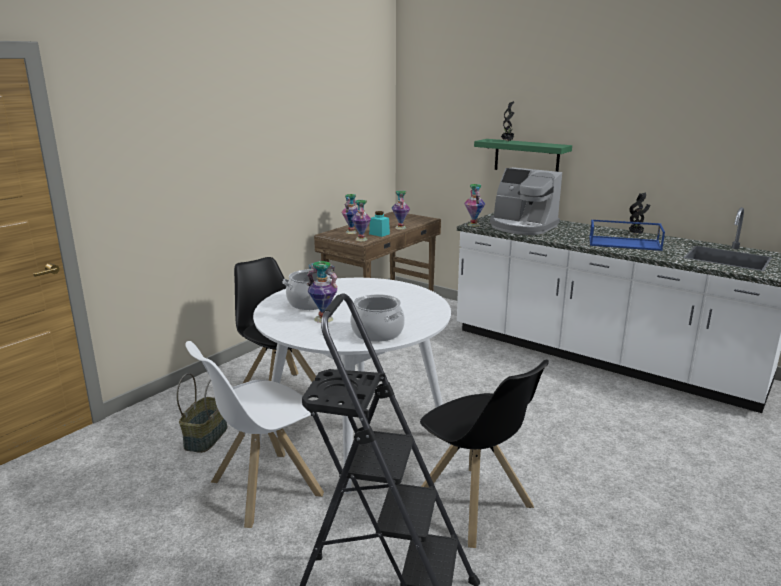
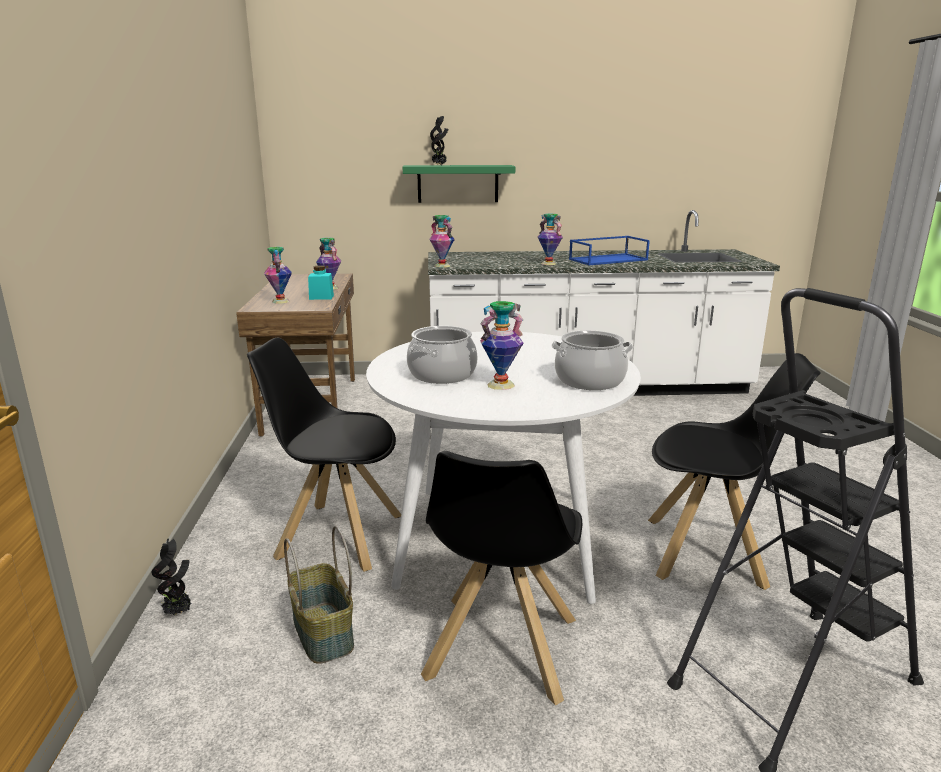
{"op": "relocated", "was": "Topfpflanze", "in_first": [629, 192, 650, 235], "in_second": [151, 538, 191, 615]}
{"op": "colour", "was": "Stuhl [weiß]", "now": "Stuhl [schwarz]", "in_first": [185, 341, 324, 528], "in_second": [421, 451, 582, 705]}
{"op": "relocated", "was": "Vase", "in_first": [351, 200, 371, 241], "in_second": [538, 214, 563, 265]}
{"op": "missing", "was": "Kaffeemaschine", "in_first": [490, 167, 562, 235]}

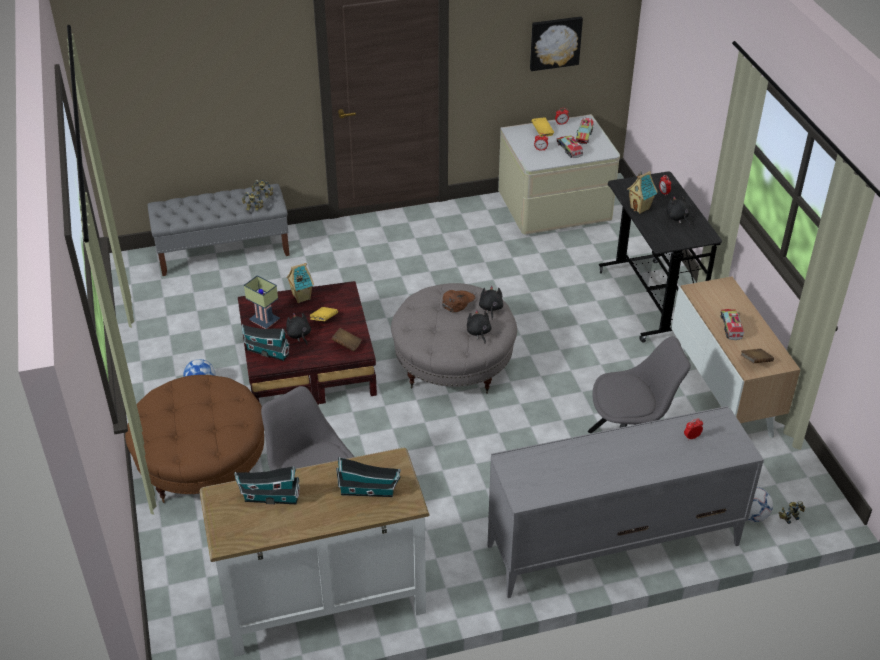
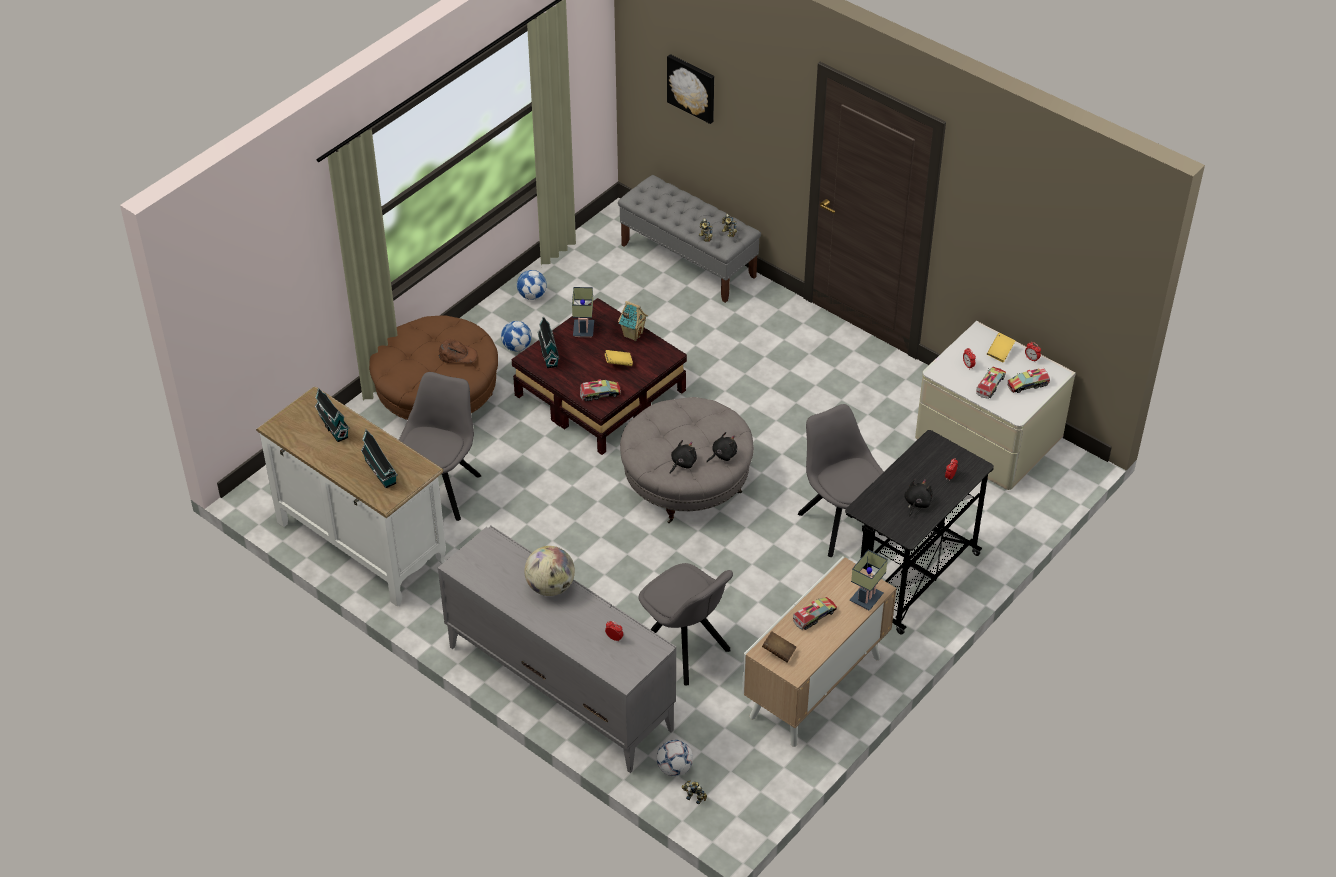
{"op": "relocated", "was": "Kappe [braun]", "in_first": [442, 290, 476, 313], "in_second": [439, 339, 477, 363]}
{"op": "appeared", "now": "Fußball", "in_second": [517, 270, 547, 300]}
{"op": "appeared", "now": "Globus", "in_second": [524, 546, 575, 596]}
{"op": "exchanged", "was": "Buch [braun]", "now": "Spielzeuglaster", "in_first": [332, 328, 362, 351], "in_second": [580, 379, 621, 401]}
{"op": "relocated", "was": "Bild", "in_first": [530, 17, 583, 71], "in_second": [667, 54, 714, 124]}
{"op": "appeared", "now": "Stuhl [grau]", "in_second": [798, 404, 884, 557]}
{"op": "appeared", "now": "Tischlampe", "in_second": [850, 550, 888, 611]}
{"op": "missing", "was": "Plüschtier [schwarz]", "in_first": [286, 313, 311, 345]}
{"op": "missing", "was": "Spielzeughaus", "in_first": [627, 171, 658, 214]}

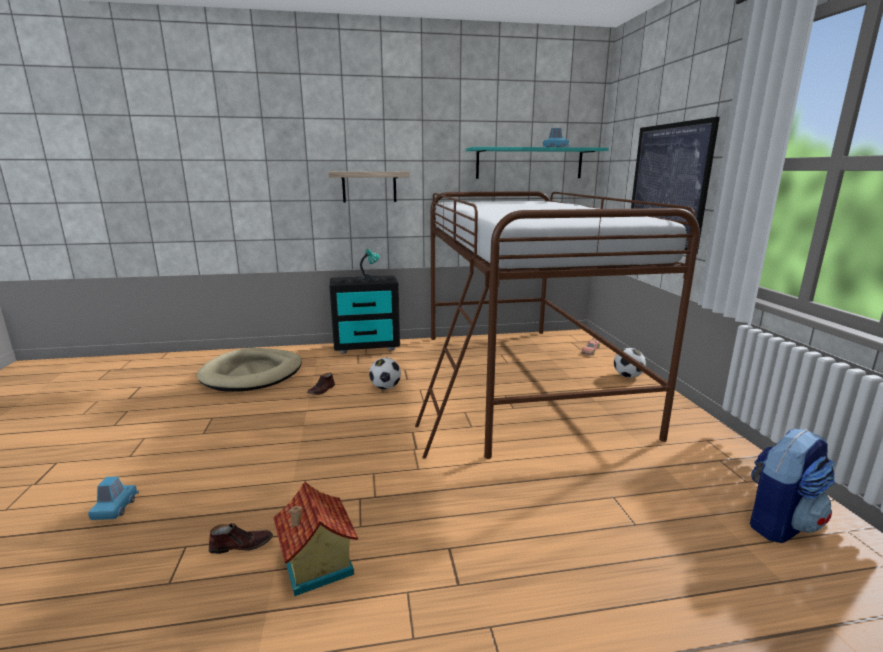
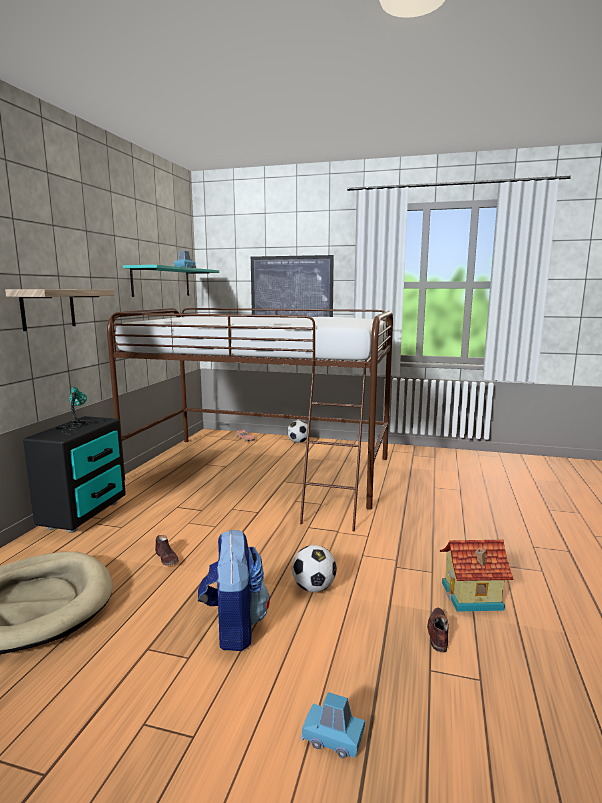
{"op": "relocated", "was": "Rucksack", "in_first": [750, 429, 835, 543], "in_second": [198, 530, 270, 651]}
{"op": "relocated", "was": "Fußball", "in_first": [369, 358, 401, 389], "in_second": [292, 545, 337, 592]}

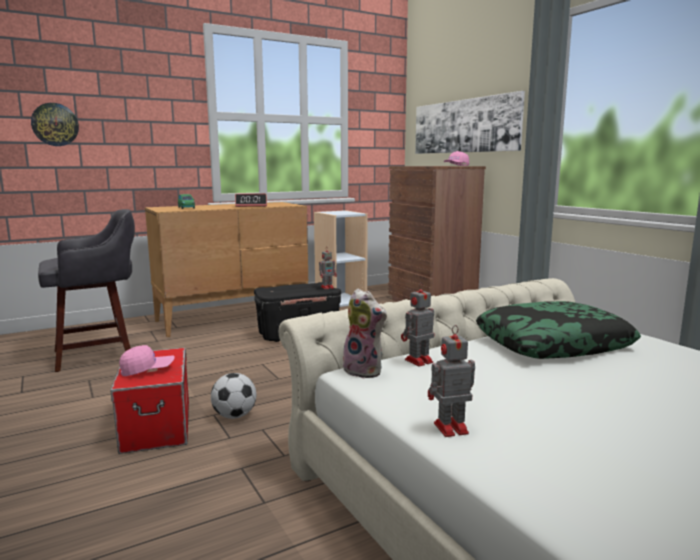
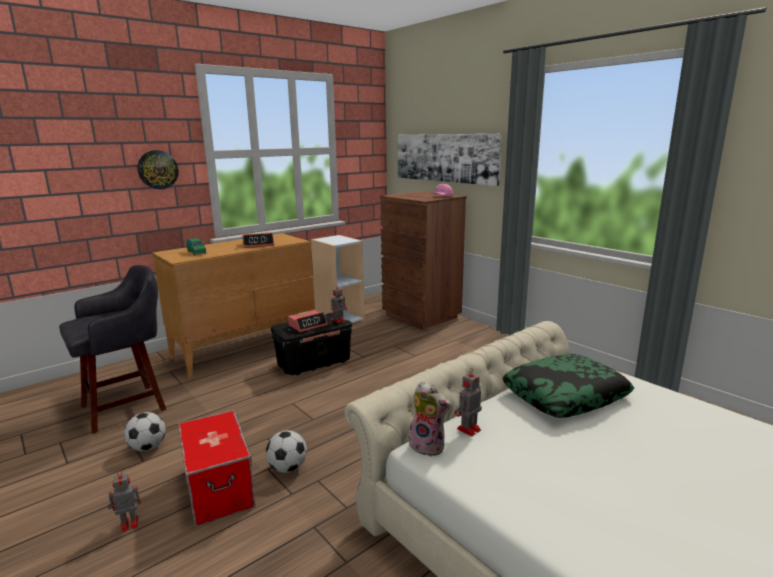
{"op": "relocated", "was": "Spielzeugroboter", "in_first": [428, 325, 475, 437], "in_second": [107, 471, 141, 532]}
{"op": "appeared", "now": "Fußball", "in_second": [124, 412, 166, 451]}
{"op": "relocated", "was": "Wanduhr", "in_first": [31, 103, 79, 146], "in_second": [138, 150, 179, 189]}
{"op": "appeared", "now": "Wecker", "in_second": [288, 310, 328, 332]}
{"op": "missing", "was": "Kappe [rosa]", "in_first": [119, 345, 175, 376]}

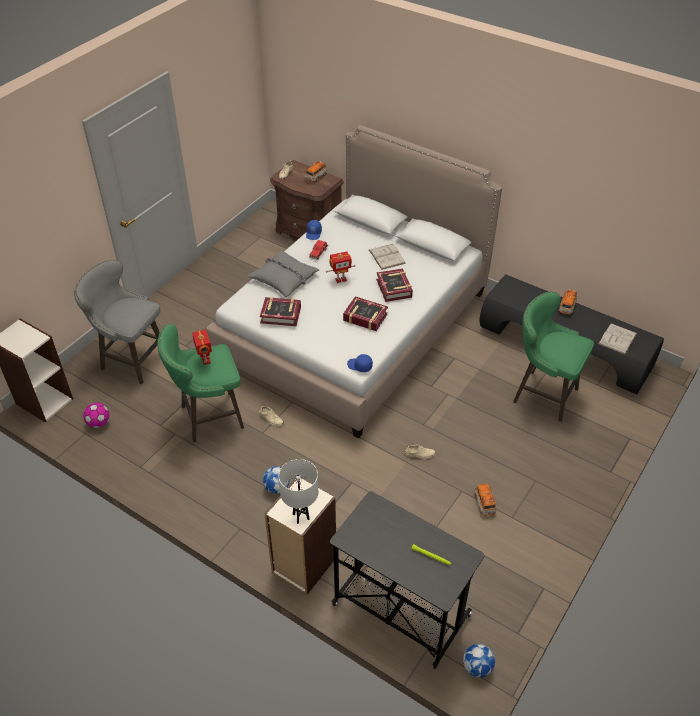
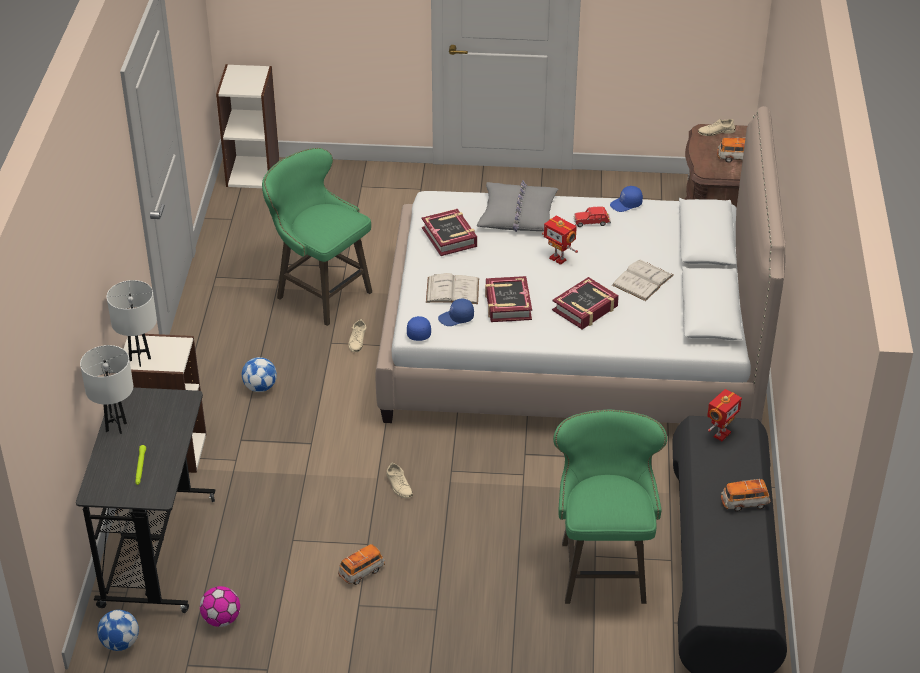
{"op": "appeared", "now": "Tischlampe [weiß]", "in_second": [80, 345, 133, 434]}
{"op": "relocated", "was": "Fußball", "in_first": [83, 403, 109, 428], "in_second": [200, 586, 240, 627]}
{"op": "relocated", "was": "Buch [weiß]", "in_first": [599, 323, 637, 354], "in_second": [426, 273, 479, 304]}
{"op": "appeared", "now": "Kappe [blau]", "in_second": [438, 298, 474, 326]}
{"op": "relocated", "was": "Spielzeugroboter", "in_first": [192, 330, 212, 365], "in_second": [707, 389, 742, 441]}
{"op": "missing", "was": "Hocker [grau]", "in_first": [74, 260, 161, 384]}

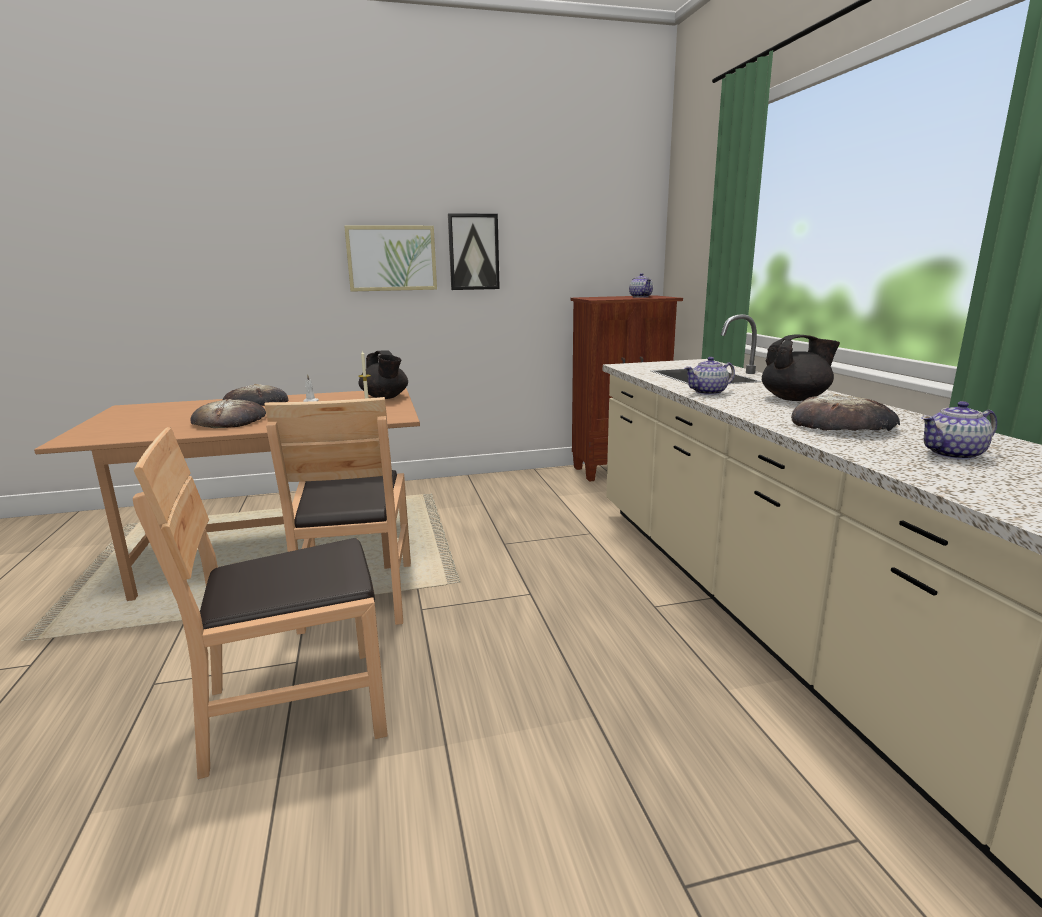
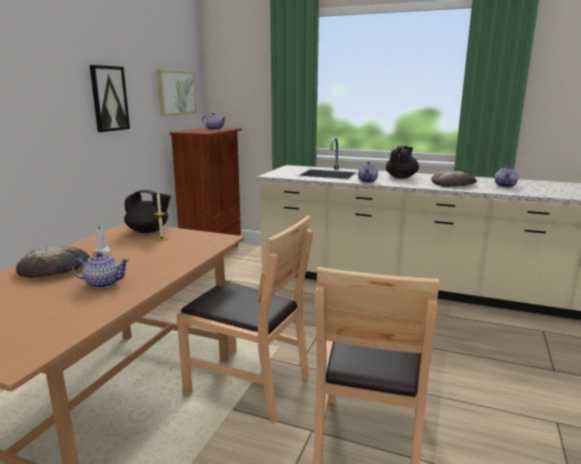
{"op": "exchanged", "was": "Brot", "now": "Teekanne", "in_first": [190, 399, 266, 428], "in_second": [71, 252, 130, 289]}
{"op": "relocated", "was": "Bild", "in_first": [344, 226, 437, 292], "in_second": [157, 69, 197, 116]}

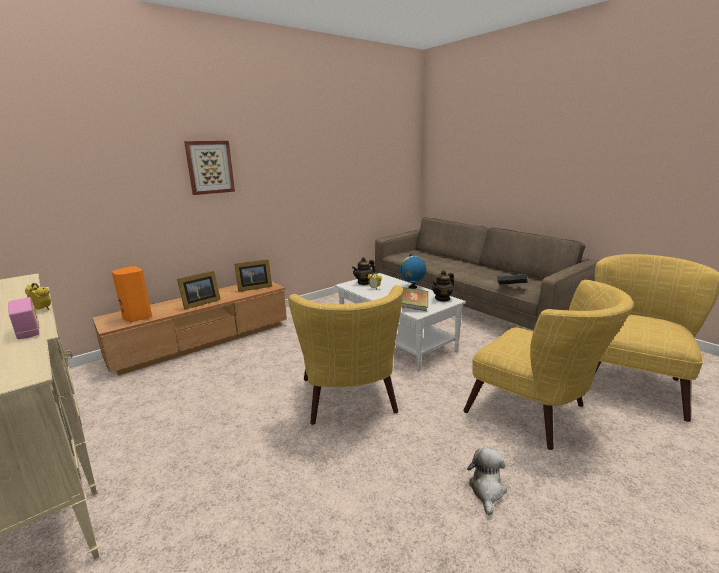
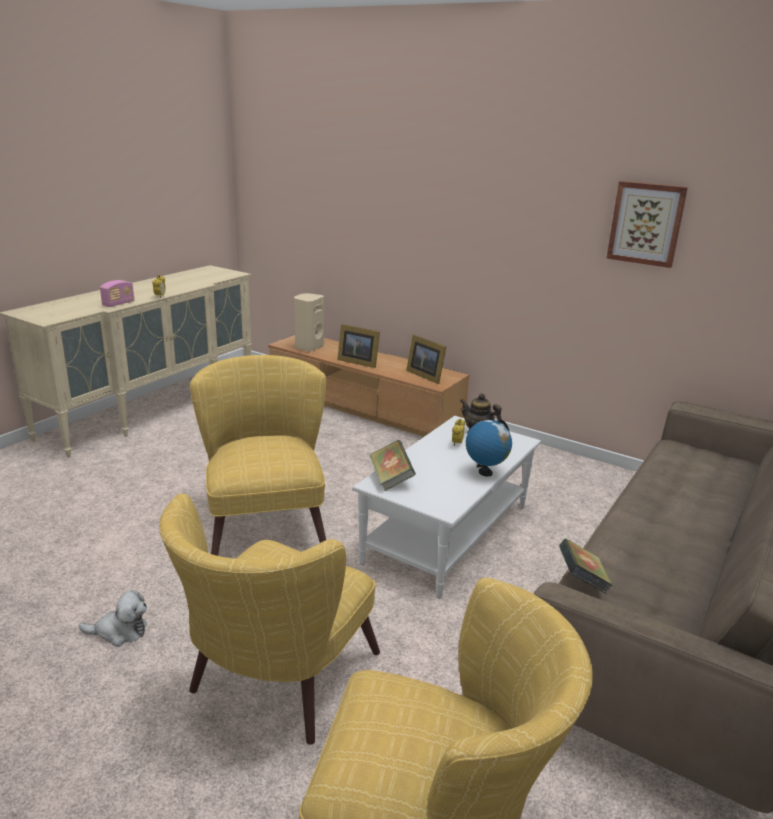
{"op": "spun", "was": "Sessel [gelb]", "in_first": [288, 285, 403, 425], "in_second": [190, 355, 326, 556], "clockwise": 105}
{"op": "colour", "was": "Lautsprecher [orange]", "now": "Lautsprecher [beige]", "in_first": [112, 266, 152, 322], "in_second": [294, 293, 324, 352]}
{"op": "relocated", "was": "Bild", "in_first": [184, 141, 235, 195], "in_second": [606, 181, 688, 268]}
{"op": "missing", "was": "Teekanne", "in_first": [432, 270, 454, 302]}

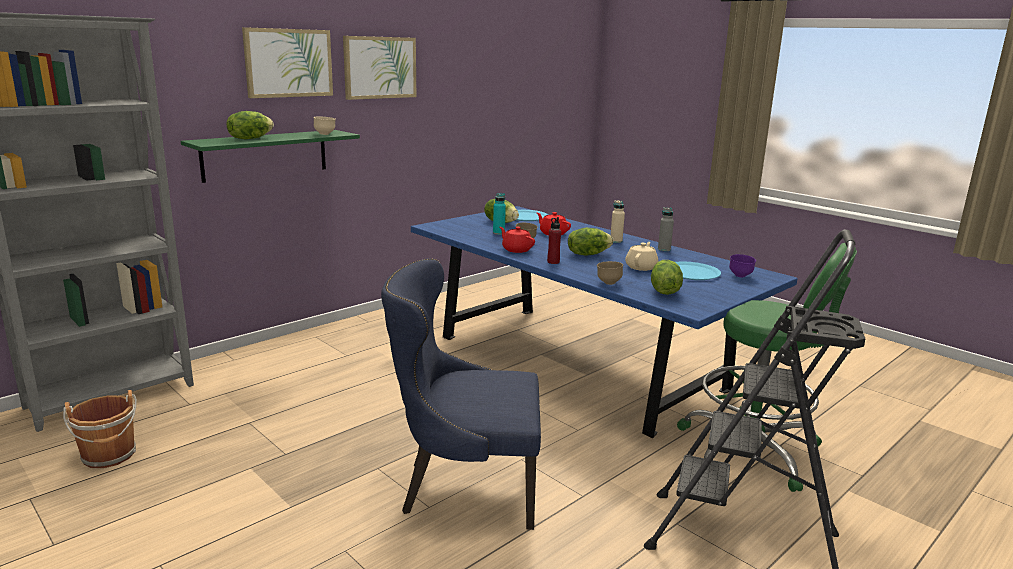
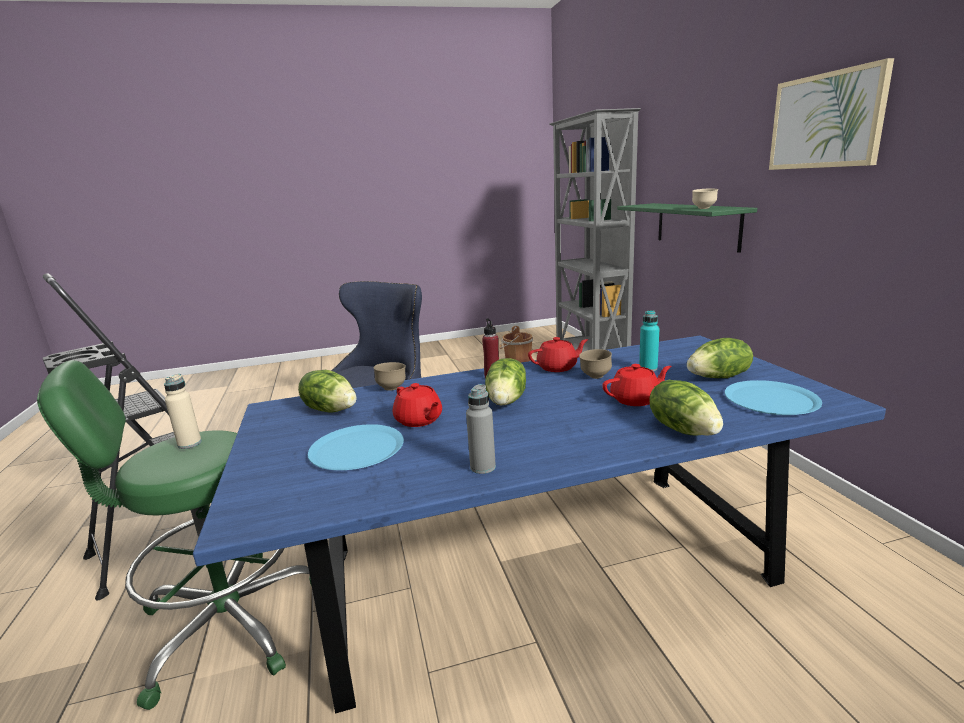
{"op": "relocated", "was": "Flasche [beige]", "in_first": [611, 200, 625, 243], "in_second": [164, 374, 202, 449]}
{"op": "colour", "was": "Teekanne [beige]", "now": "Teekanne [rot]", "in_first": [625, 242, 658, 271], "in_second": [393, 383, 442, 427]}
{"op": "relocated", "was": "Salatkopf", "in_first": [226, 111, 274, 139], "in_second": [650, 380, 723, 436]}
{"op": "missing", "was": "Bild", "in_first": [242, 27, 333, 98]}
{"op": "missing", "was": "Schüssel [lila]", "in_first": [729, 254, 756, 277]}

